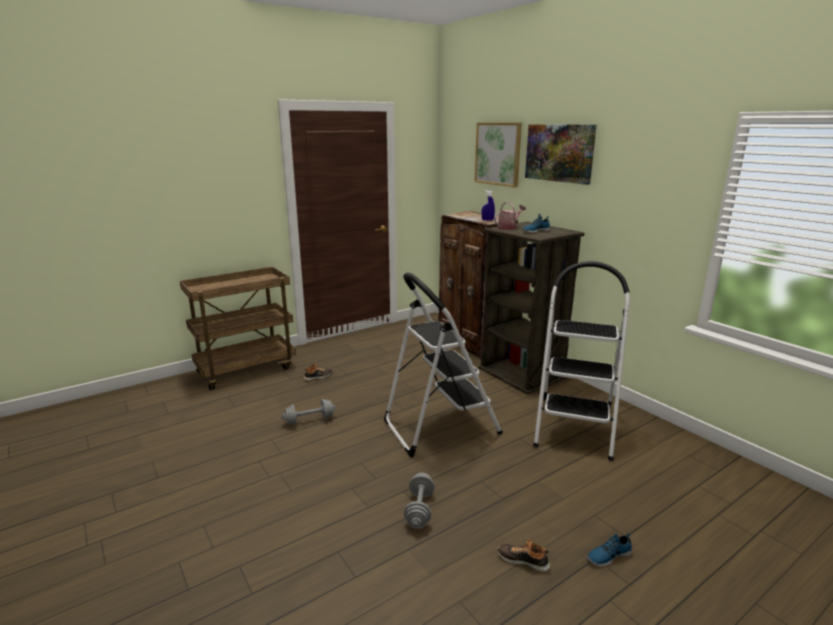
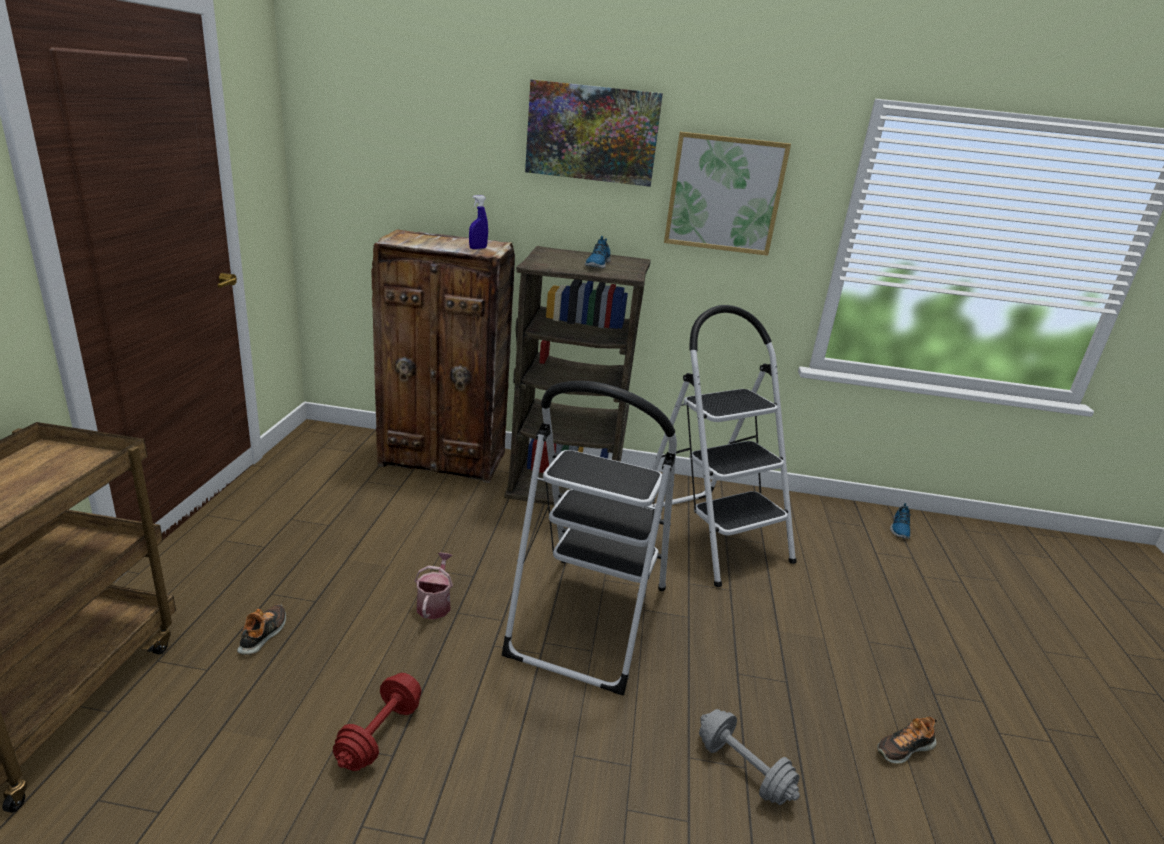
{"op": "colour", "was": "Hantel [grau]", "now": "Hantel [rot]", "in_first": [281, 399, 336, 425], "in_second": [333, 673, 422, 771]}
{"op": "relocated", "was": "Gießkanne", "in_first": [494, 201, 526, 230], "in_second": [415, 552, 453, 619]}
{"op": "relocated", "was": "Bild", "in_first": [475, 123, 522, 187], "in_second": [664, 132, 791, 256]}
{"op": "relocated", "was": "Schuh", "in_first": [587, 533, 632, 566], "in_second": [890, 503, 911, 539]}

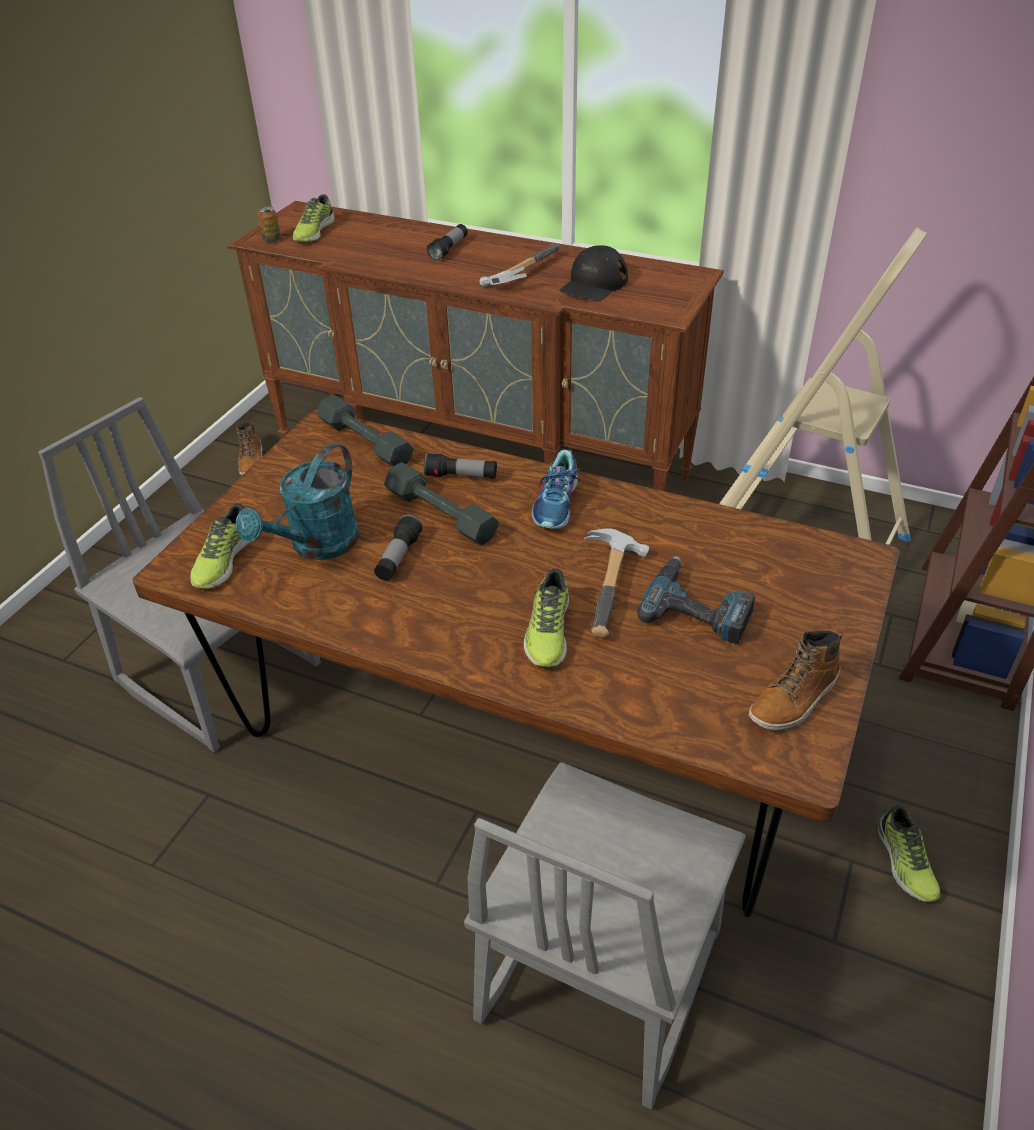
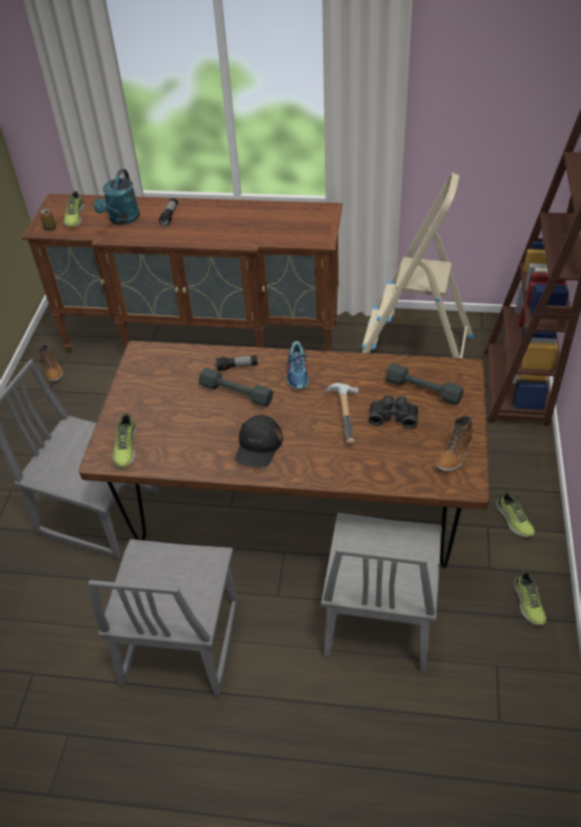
{"op": "appeared", "now": "Stuhl [grau]", "in_second": [88, 539, 238, 696]}
{"op": "relocated", "was": "Gießkanne [türkis]", "in_first": [236, 443, 360, 560], "in_second": [93, 169, 140, 225]}
{"op": "relocated", "was": "Kappe [schwarz]", "in_first": [560, 245, 628, 301], "in_second": [235, 415, 283, 467]}
{"op": "exchanged", "was": "Bohrmaschine", "now": "Fernglas [schwarz]", "in_first": [637, 556, 756, 644], "in_second": [368, 395, 418, 429]}
{"op": "relocated", "was": "Hantel [grau]", "in_first": [317, 395, 414, 467], "in_second": [385, 363, 464, 405]}
{"op": "relocated", "was": "Schuh", "in_first": [524, 569, 569, 667], "in_second": [514, 571, 546, 625]}
{"op": "missing", "was": "Taschenlampe", "in_first": [374, 514, 423, 581]}
{"op": "missing", "was": "Hammer", "in_first": [480, 244, 559, 287]}

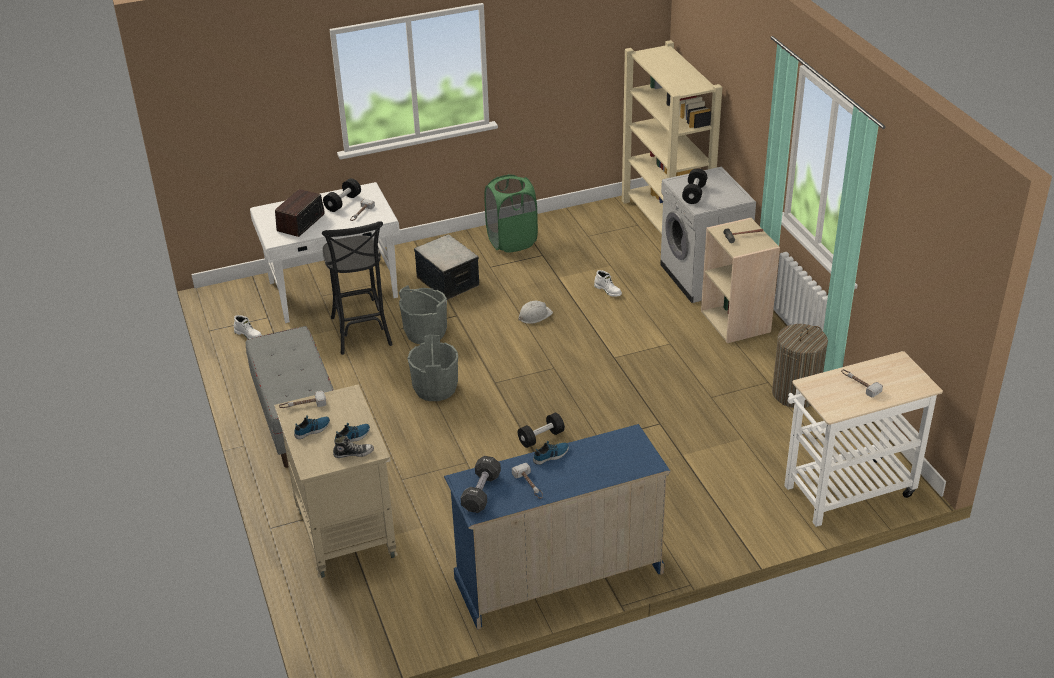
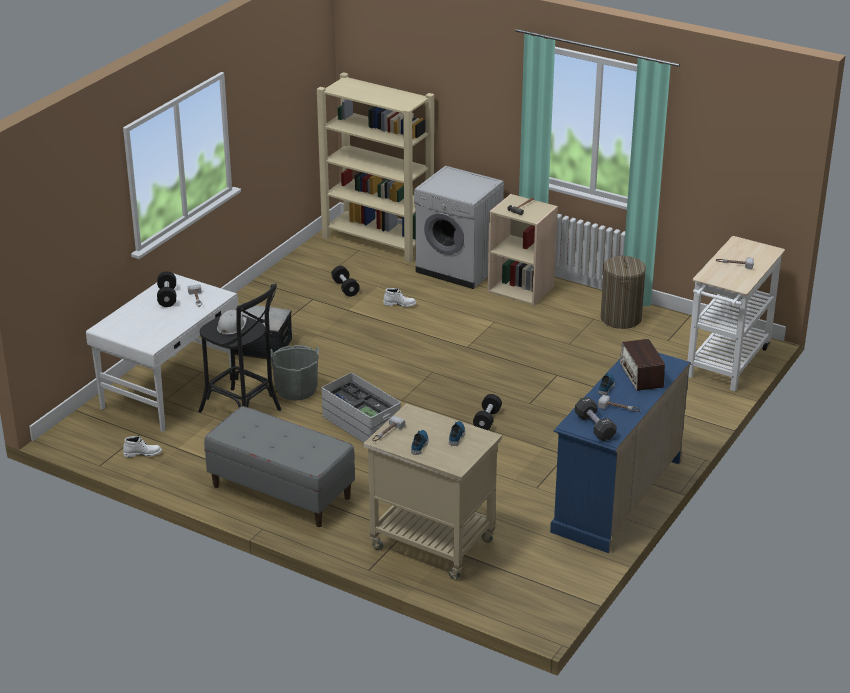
{"op": "relocated", "was": "Schutzhelm [weiß]", "in_first": [519, 301, 553, 324], "in_second": [217, 310, 247, 335]}
{"op": "exchanged", "was": "Eimer [grau]", "now": "Aufbewahrungsbox [grau]", "in_first": [408, 335, 458, 401], "in_second": [322, 373, 401, 443]}
{"op": "relocated", "was": "Hantel [schwarz]", "in_first": [682, 168, 707, 204], "in_second": [331, 266, 360, 297]}
{"op": "relocated", "was": "Radio", "in_first": [275, 189, 325, 237], "in_second": [620, 339, 665, 391]}
{"op": "missing", "was": "Schuh", "in_first": [333, 436, 374, 458]}
{"op": "missing", "was": "Wäschekorb [grün]", "in_first": [484, 174, 538, 253]}

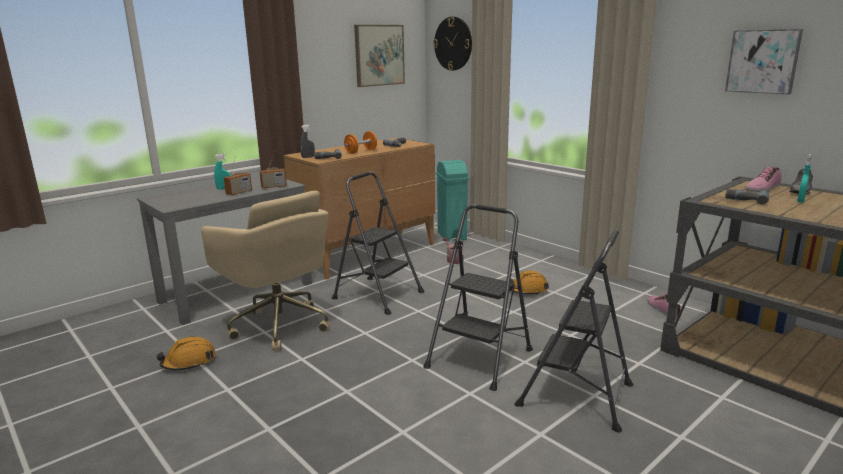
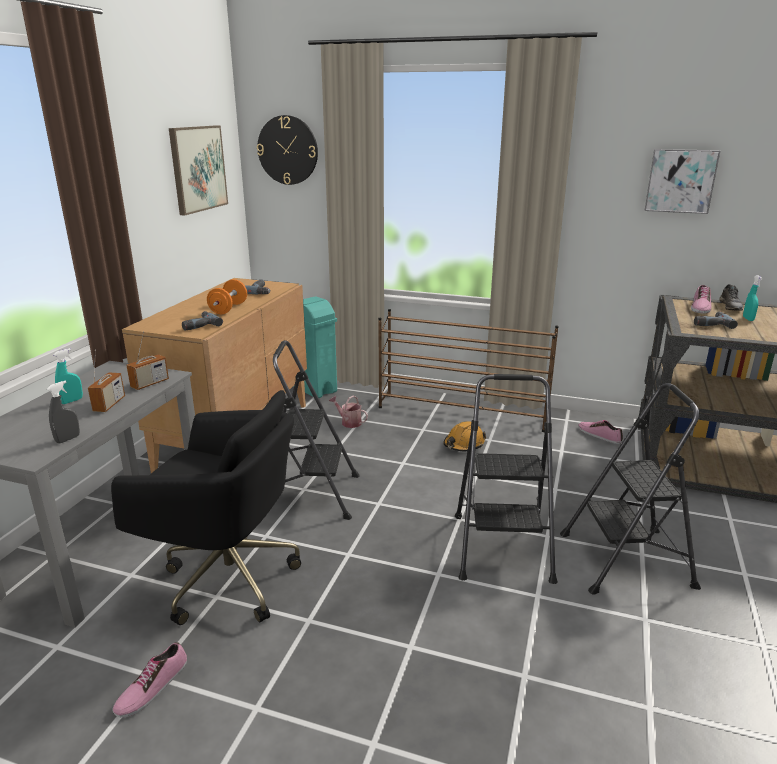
{"op": "relocated", "was": "Sprühflasche [grau]", "in_first": [300, 125, 315, 158], "in_second": [47, 381, 80, 444]}
{"op": "colour", "was": "Bürostuhl [beige]", "now": "Bürostuhl [schwarz]", "in_first": [201, 191, 330, 351], "in_second": [111, 390, 301, 625]}
{"op": "exchanged", "was": "Schutzhelm [orange]", "now": "Schuh", "in_first": [156, 337, 216, 370], "in_second": [113, 642, 187, 718]}
{"op": "appeared", "now": "Schuhregal [braun]", "in_second": [378, 309, 559, 432]}

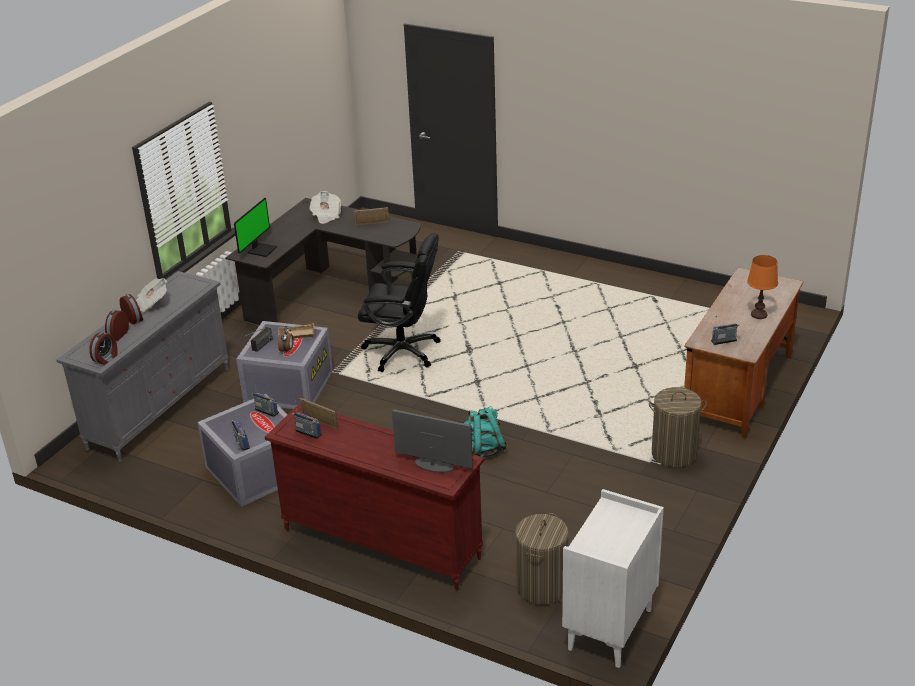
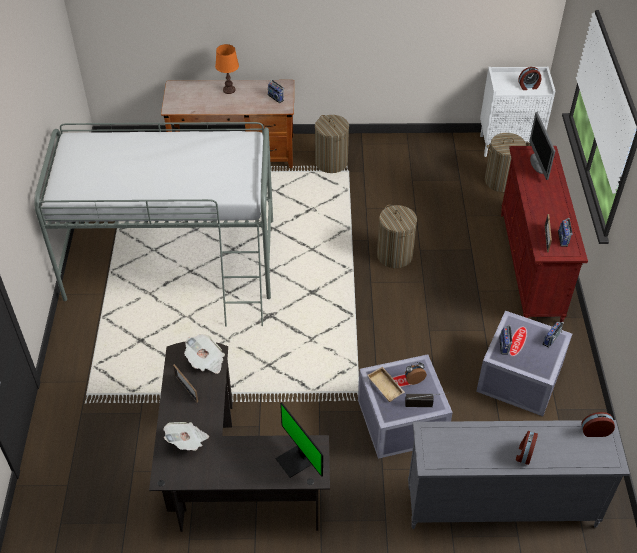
{"op": "appeared", "now": "Bett [grau]", "in_second": [34, 122, 273, 327]}
{"op": "relocated", "was": "Zeitung", "in_first": [136, 278, 167, 312], "in_second": [184, 334, 225, 374]}
{"op": "spun", "was": "Monitor", "in_first": [234, 198, 277, 257], "in_second": [275, 402, 323, 478], "clockwise": -120}
{"op": "exchanged", "was": "Rucksack [türkis]", "now": "Wäschekorb", "in_first": [464, 406, 508, 457], "in_second": [377, 205, 417, 268]}
{"op": "relocated", "was": "Wecker", "in_first": [105, 310, 129, 341], "in_second": [518, 67, 541, 90]}
{"op": "missing", "was": "Bürostuhl [schwarz]", "in_first": [358, 233, 441, 372]}

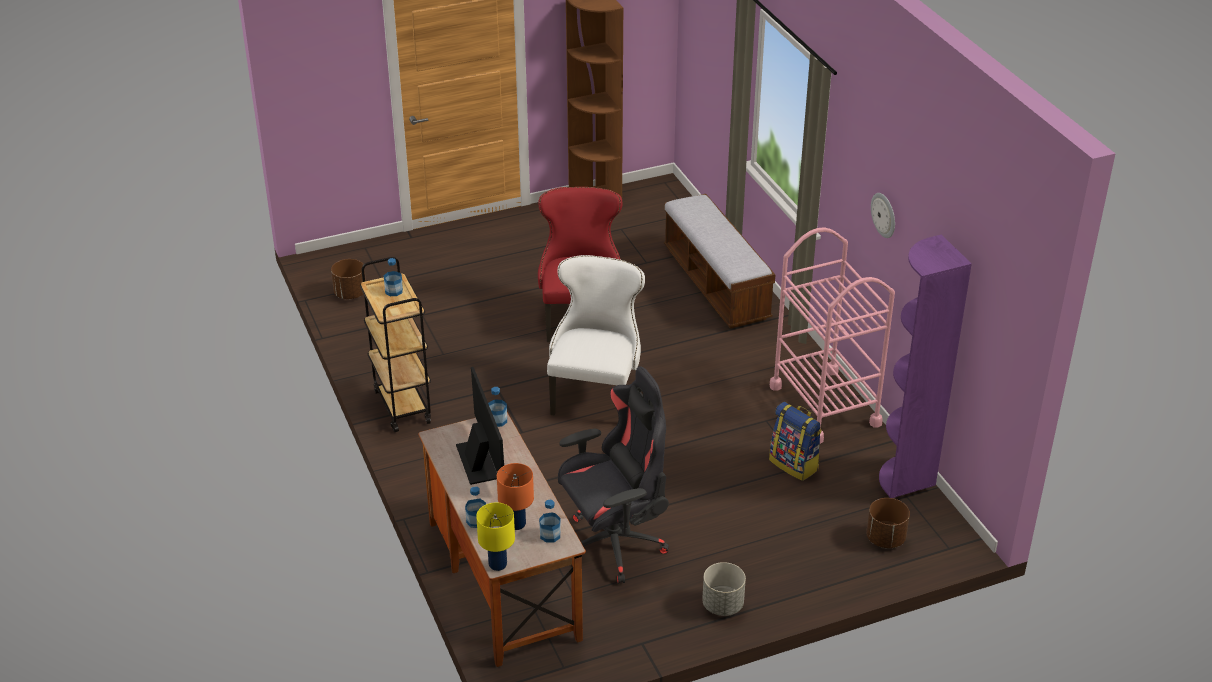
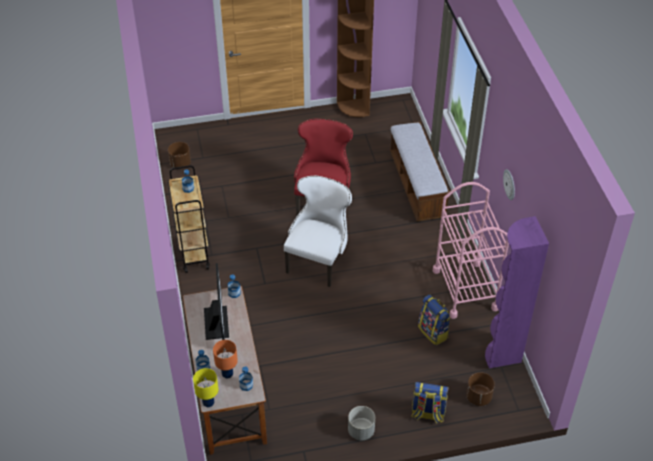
{"op": "appeared", "now": "Rucksack", "in_second": [411, 382, 449, 423]}
{"op": "missing", "was": "Bürostuhl [schwarz]", "in_first": [558, 366, 669, 584]}

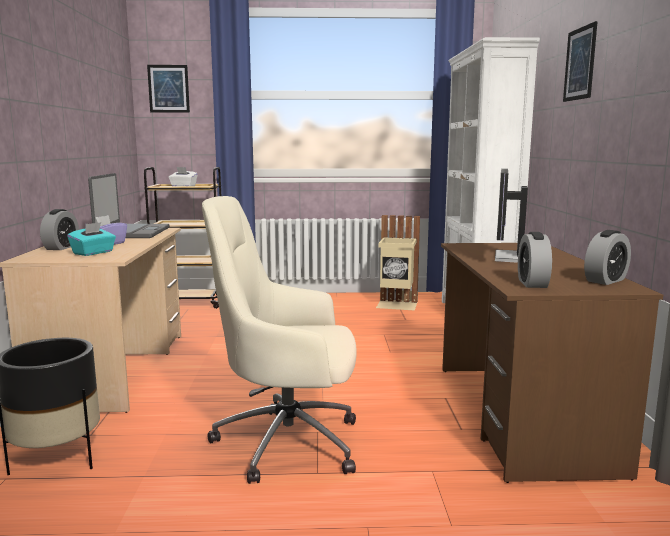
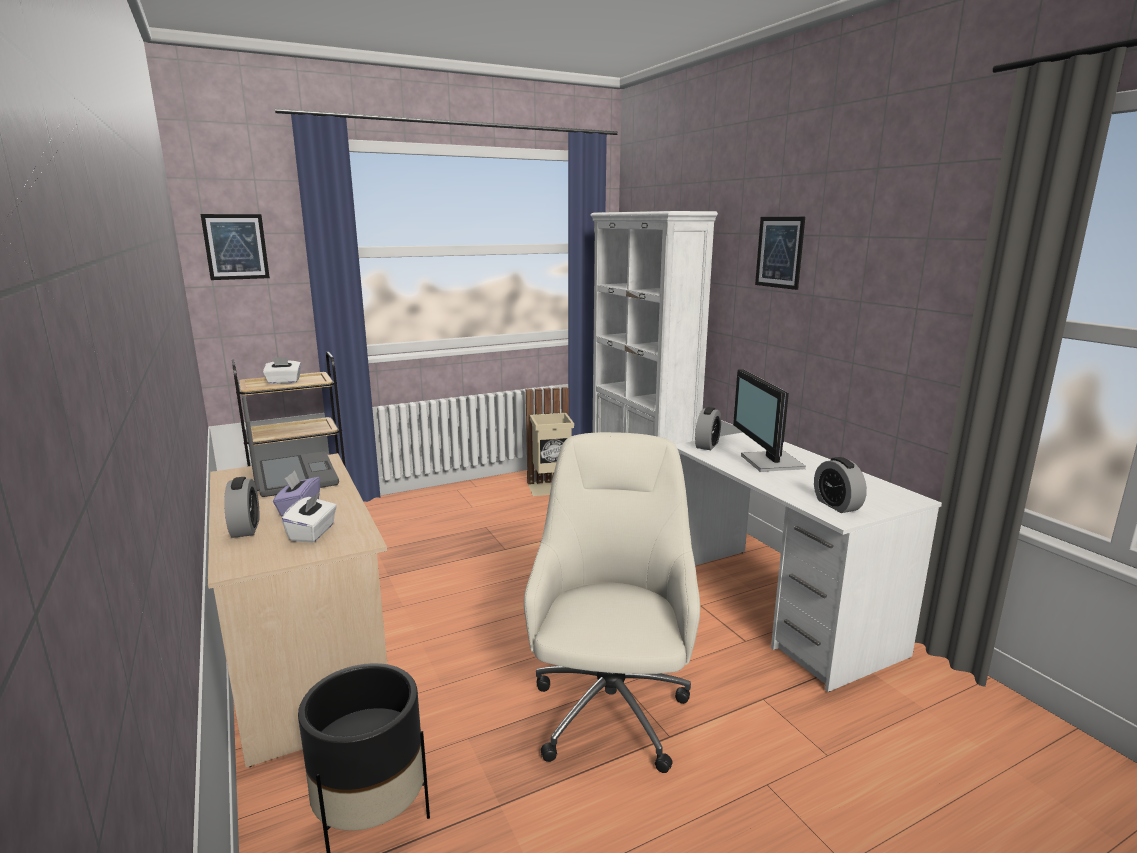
{"op": "colour", "was": "Taschentuchbox [türkis]", "now": "Taschentuchbox [weiß]", "in_first": [67, 222, 116, 256], "in_second": [281, 492, 337, 542]}
{"op": "spun", "was": "Bürostuhl [beige]", "in_first": [202, 196, 357, 484], "in_second": [524, 432, 700, 773], "clockwise": 120}
{"op": "colour", "was": "Schreibtisch [braun]", "now": "Schreibtisch [weiß]", "in_first": [441, 243, 663, 483], "in_second": [675, 432, 942, 692]}
{"op": "relocated", "was": "Wecker", "in_first": [584, 230, 631, 285], "in_second": [695, 407, 721, 450]}

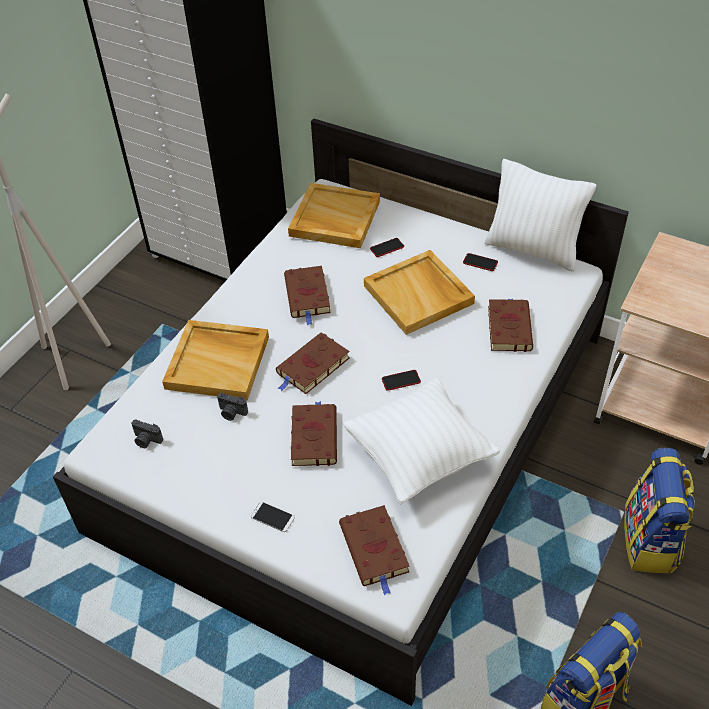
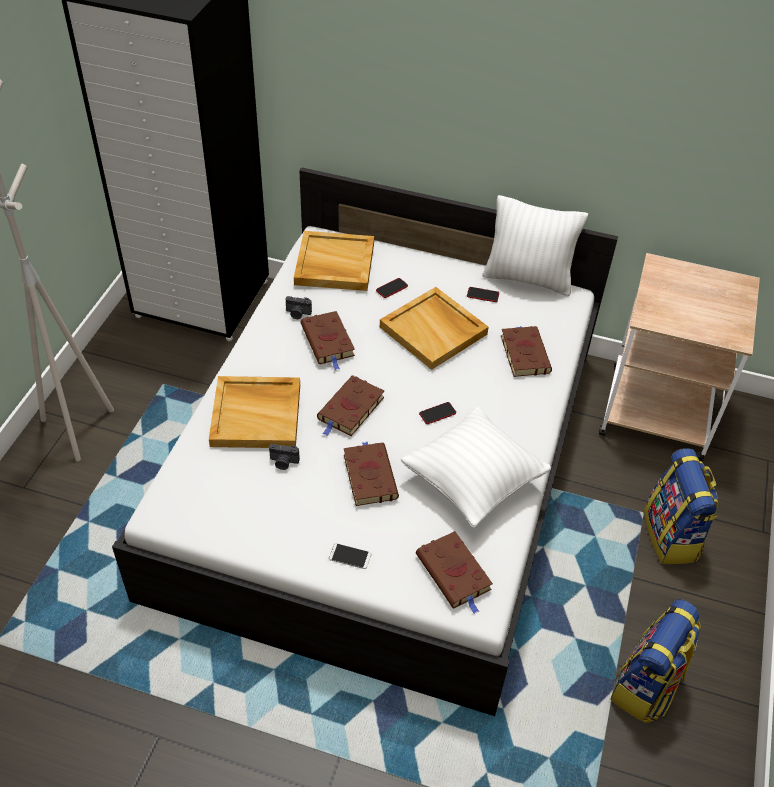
{"op": "relocated", "was": "Kamera", "in_first": [131, 419, 163, 448], "in_second": [286, 296, 312, 319]}

